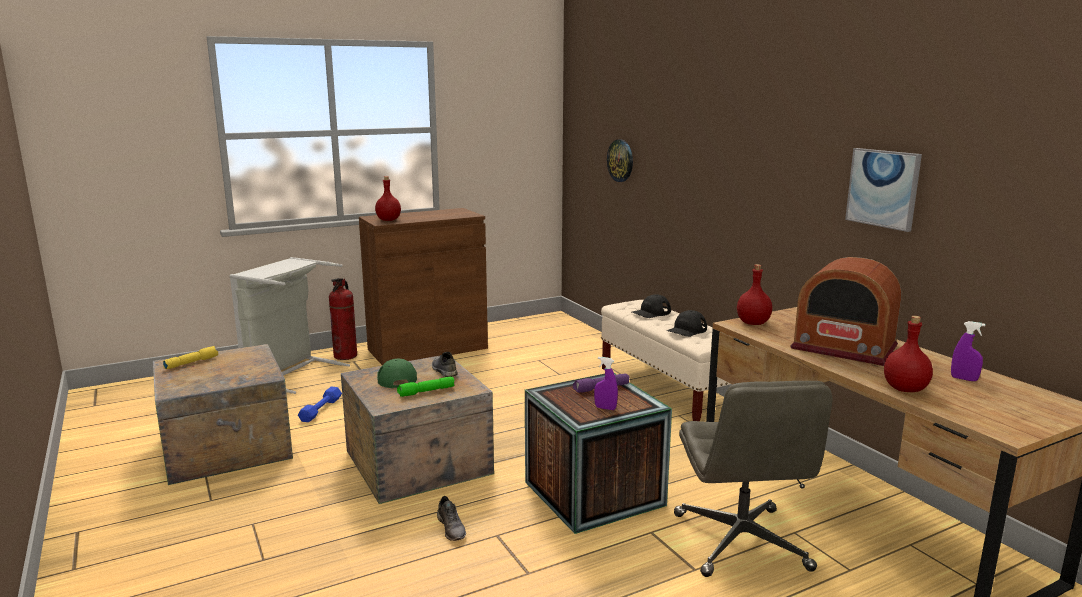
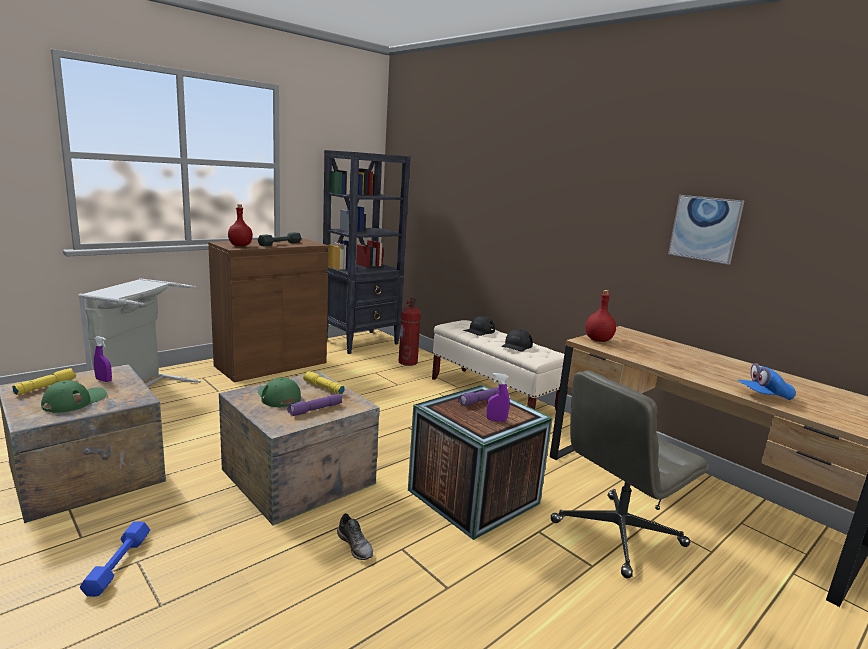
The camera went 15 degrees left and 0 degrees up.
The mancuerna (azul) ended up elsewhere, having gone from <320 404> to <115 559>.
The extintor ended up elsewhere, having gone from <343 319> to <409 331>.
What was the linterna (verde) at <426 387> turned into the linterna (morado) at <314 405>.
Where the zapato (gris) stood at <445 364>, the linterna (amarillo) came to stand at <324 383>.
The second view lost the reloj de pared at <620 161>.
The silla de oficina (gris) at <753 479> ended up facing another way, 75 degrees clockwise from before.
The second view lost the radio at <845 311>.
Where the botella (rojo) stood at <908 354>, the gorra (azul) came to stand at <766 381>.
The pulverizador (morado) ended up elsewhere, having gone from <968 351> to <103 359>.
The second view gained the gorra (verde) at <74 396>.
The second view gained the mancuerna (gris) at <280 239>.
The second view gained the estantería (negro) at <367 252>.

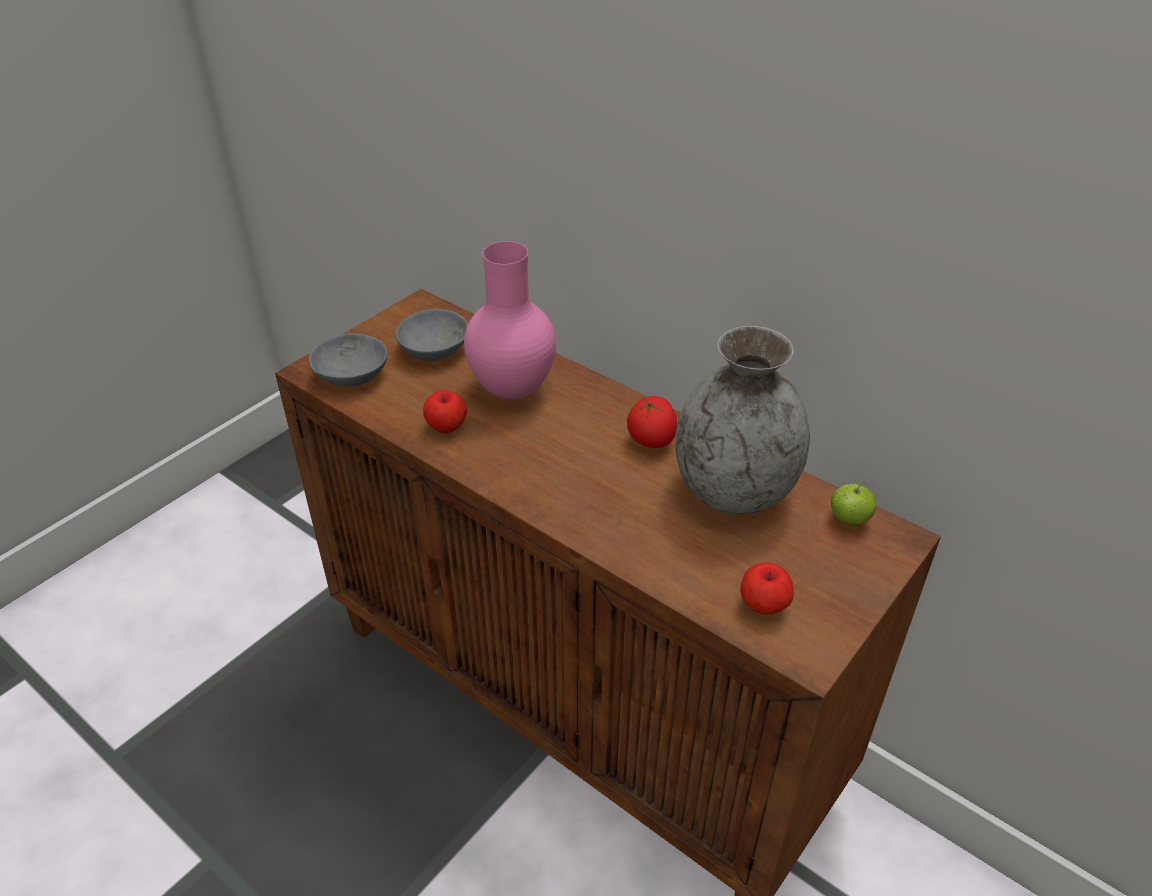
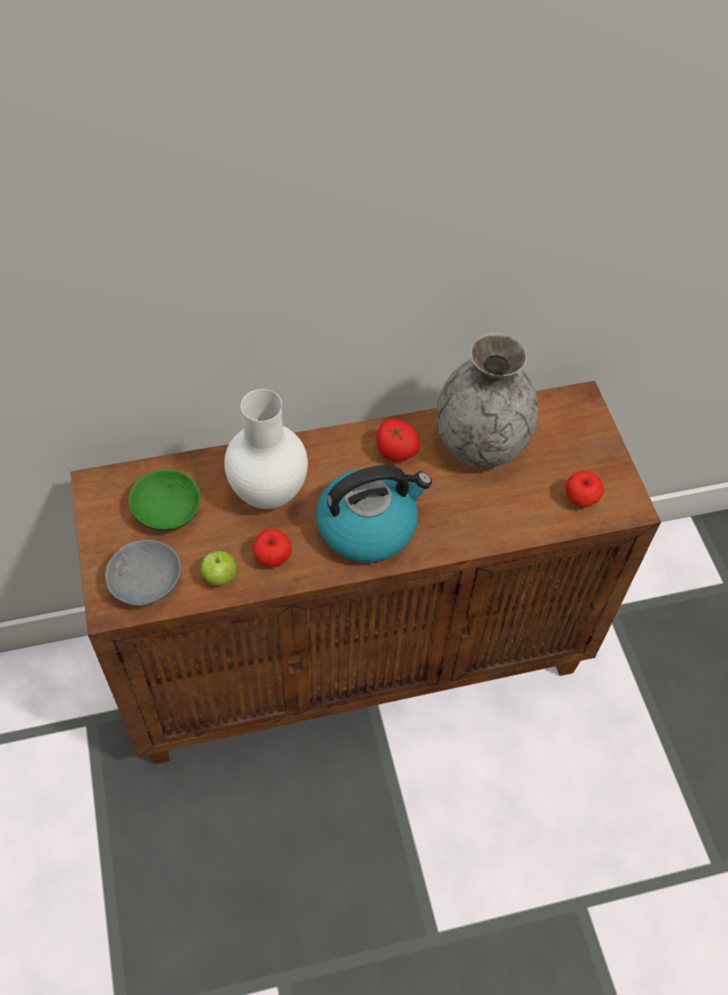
The camera went 55 degrees left and 15 degrees up.
What was the cuenco (gris) at <432 335> turned into the cuenco (verde) at <164 500>.
What was the florero (rosa) at <510 320> turned into the florero (blanco) at <266 449>.
The manzana ended up elsewhere, having gone from <853 503> to <218 568>.
The second view gained the hervidor at <374 514>.

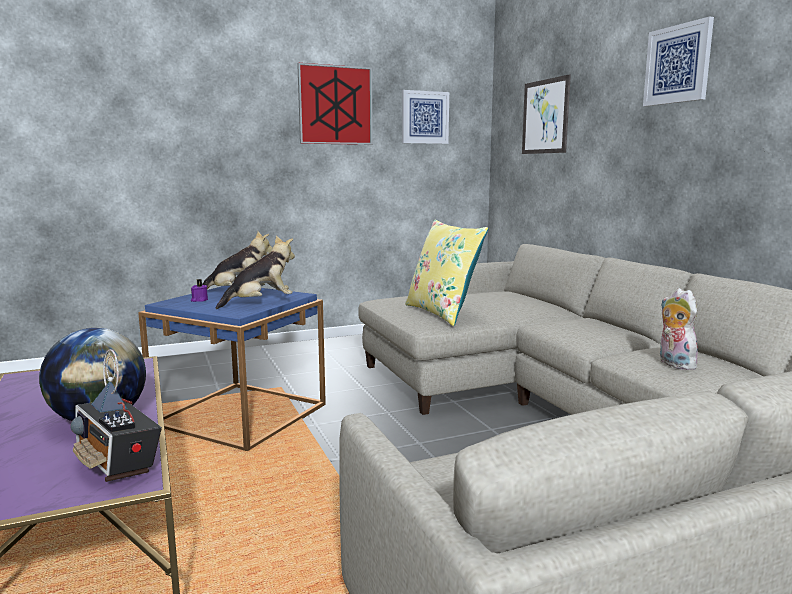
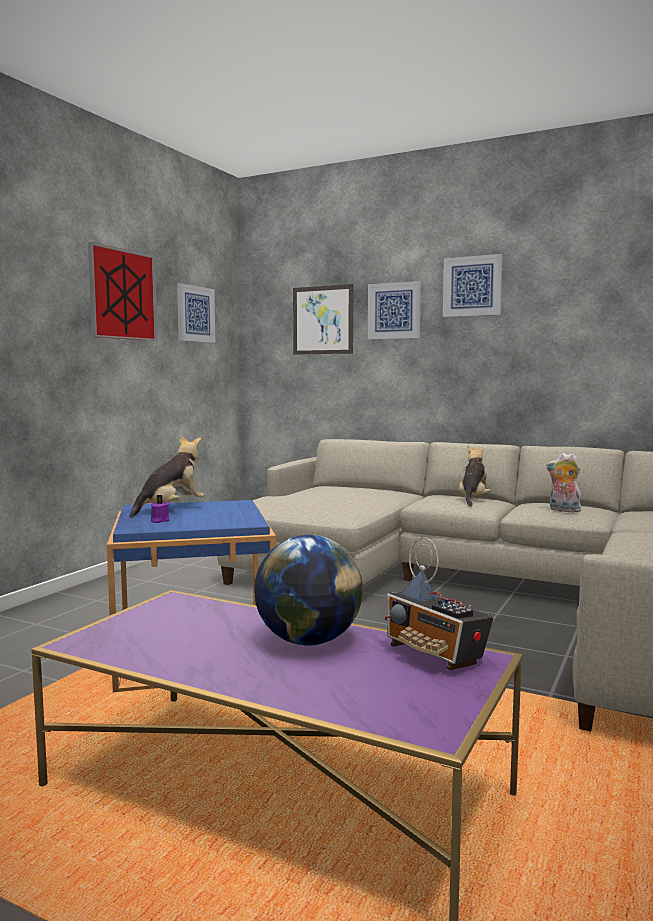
The camera went 40 degrees left and 5 degrees down.
The radio at <116 415> ended up facing another way, 45 degrees clockwise from before.
The peluche ended up elsewhere, having gone from <255 272> to <475 476>.
The second view lost the cojín (amarillo) at <446 272>.
The second view gained the cuadro at <394 310>.

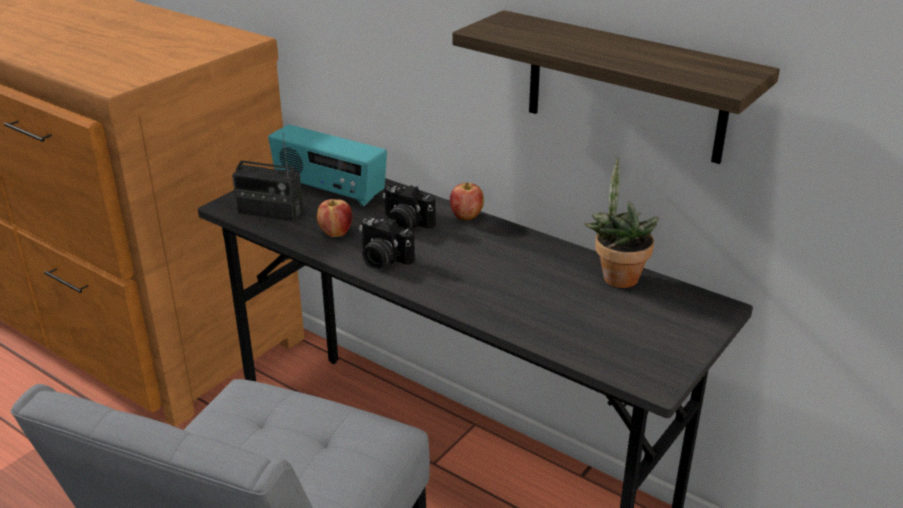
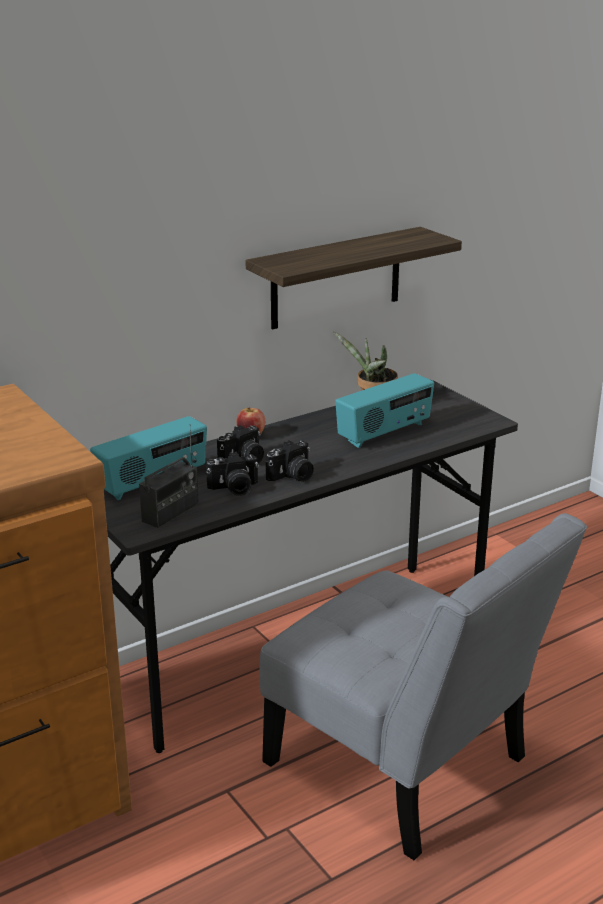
The camera went 70 degrees left and 5 degrees down.
Where the manzana stood at <334 218>, the cámara came to stand at <232 474>.
The second view gained the radio at <384 410>.

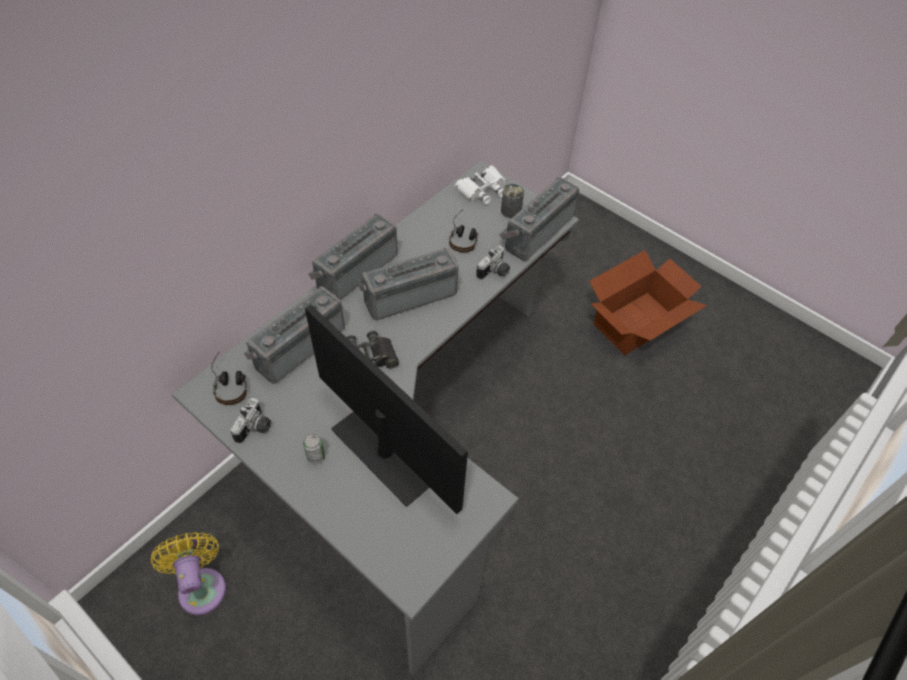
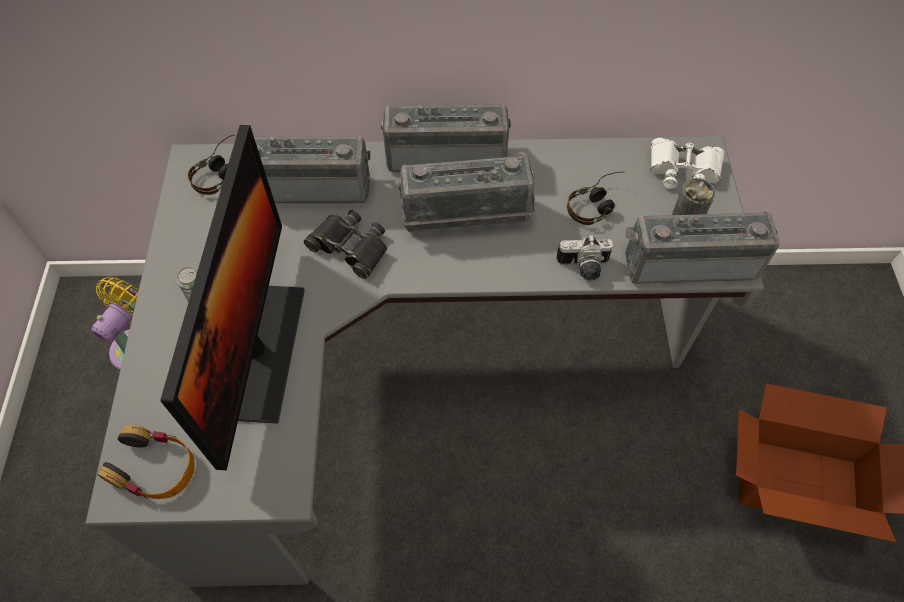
The camera went 50 degrees right and 5 degrees up.
The second view lost the cámara at <250 421>.
The radio at <408 284> ended up facing another way, 150 degrees clockwise from before.
The second view gained the auriculares at <146 462>.

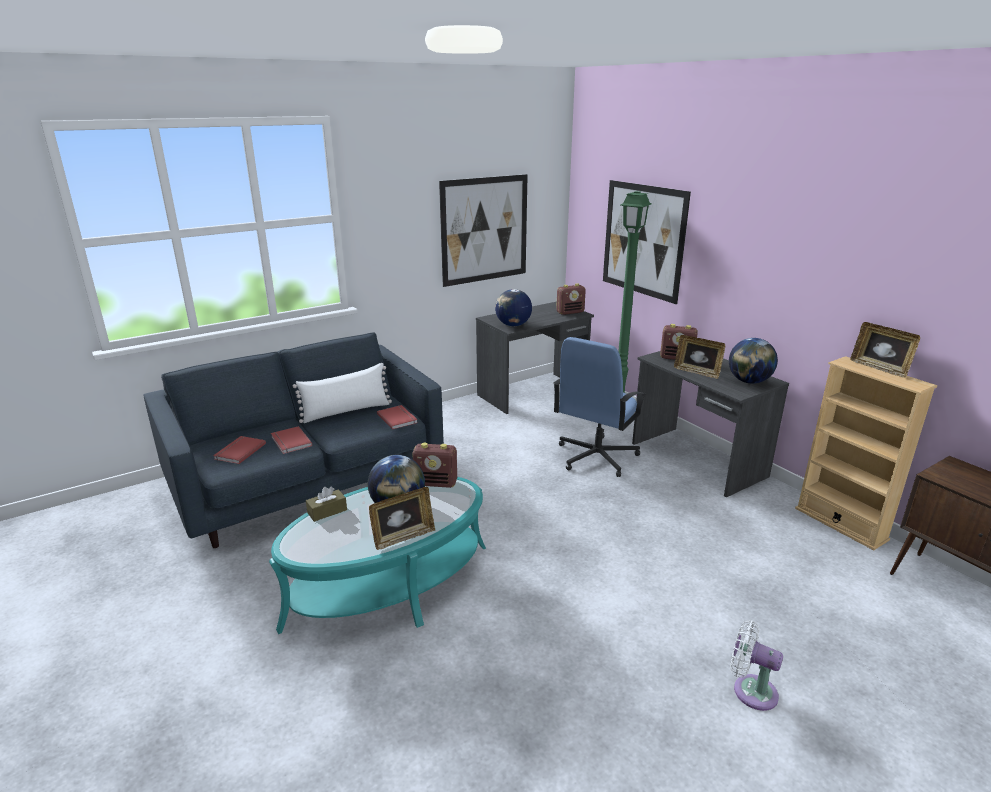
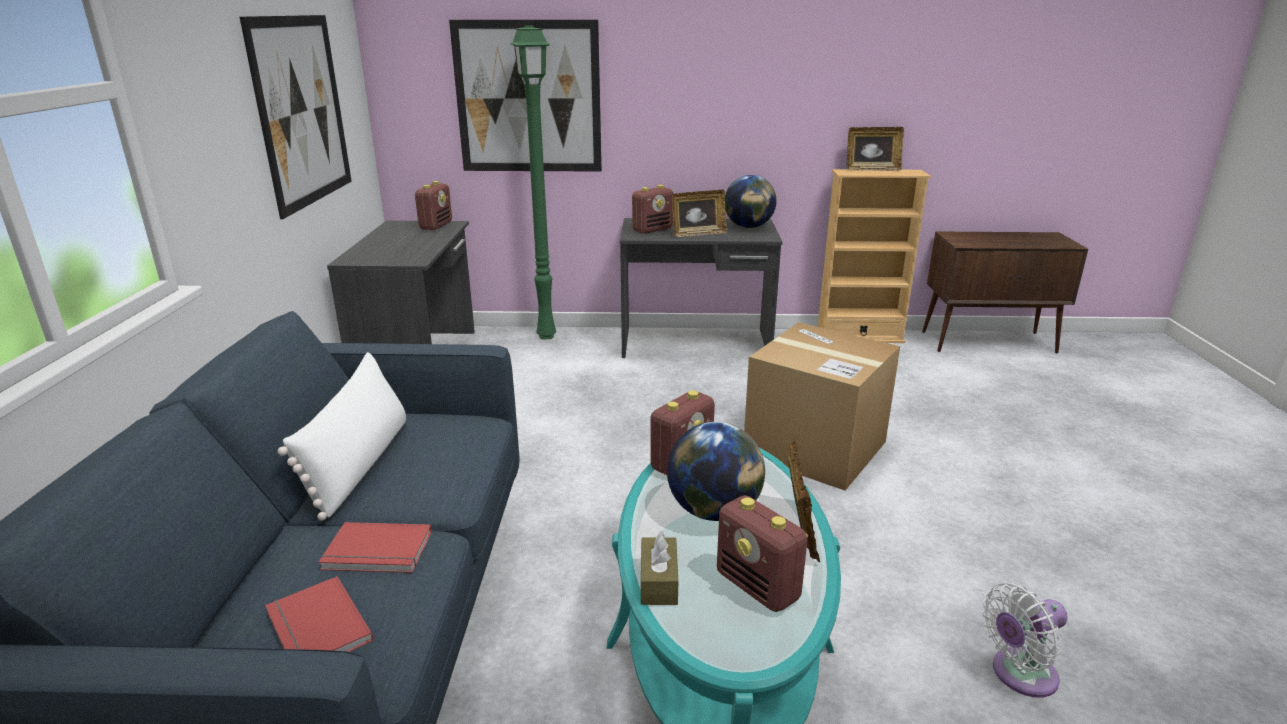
The camera went 55 degrees left and 0 degrees up.
The second view lost the libro (rojo) at <397 417>.
The second view lost the globo terráqueo at <513 307>.
The second view lost the silla de oficina (azul) at <599 407>.
The ventilador (blanco) ended up elsewhere, having gone from <756 665> to <1025 640>.
The second view gained the radio at <762 553>.
The second view gained the caja de cartón at <822 406>.

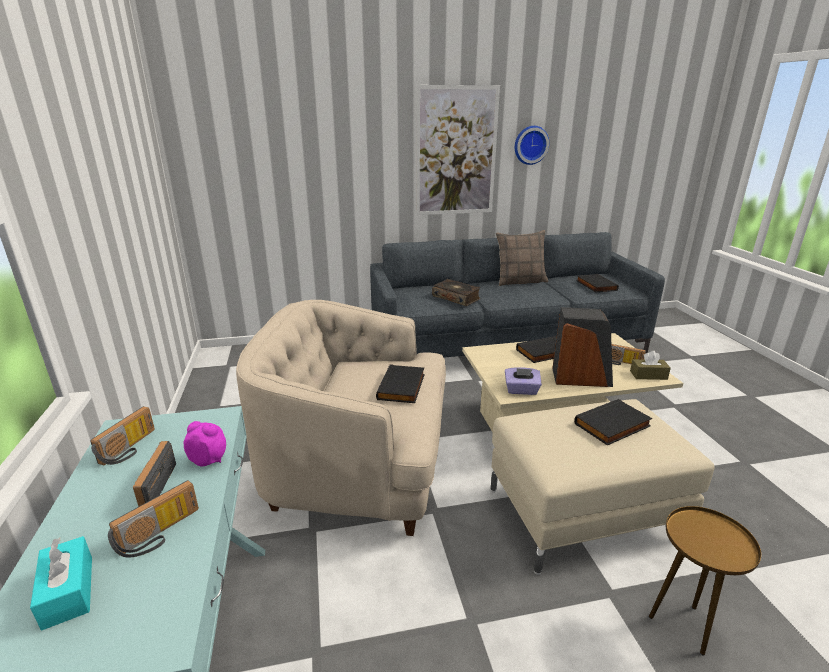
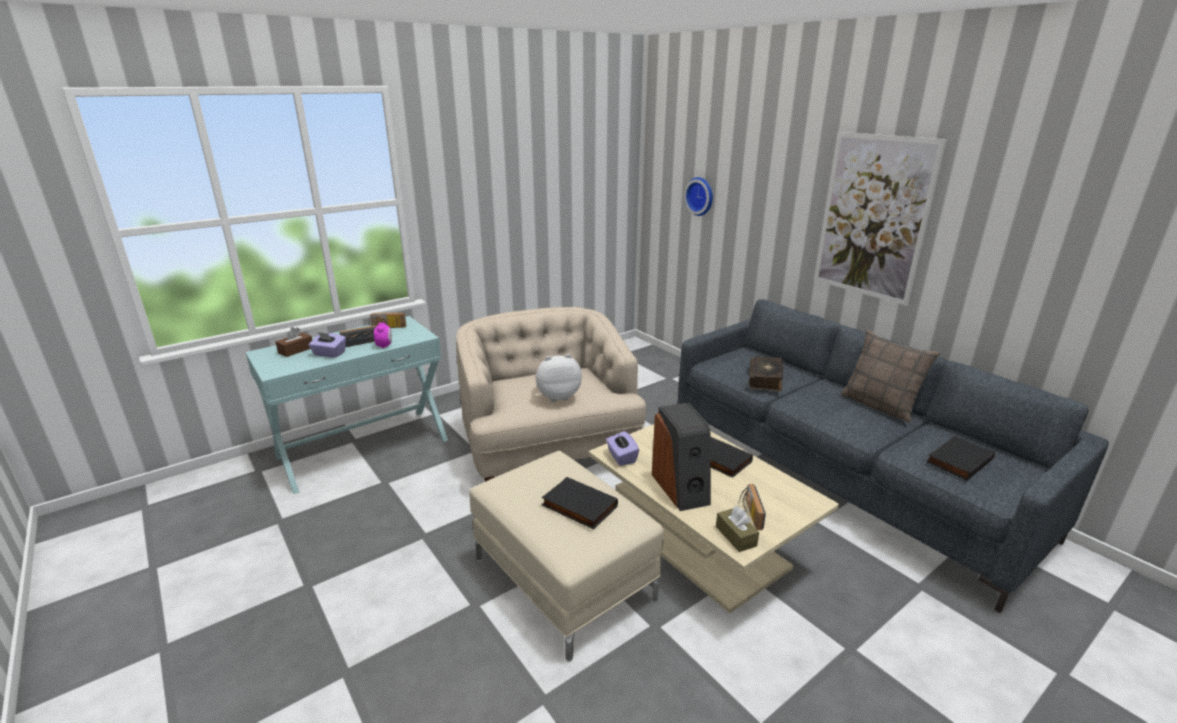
The camera went 65 degrees right and 0 degrees up.
What was the caja de pañuelos (turquesa) at <61 583> turned into the caja de pañuelos (marrón) at <294 342>.
Where the radio stood at <153 518>, the caja de pañuelos (morado) came to stand at <327 345>.
Where the libro (negro) stood at <400 383>, the peluche came to stand at <559 378>.
The reloj de pared ended up elsewhere, having gone from <532 145> to <698 196>.
The second view lost the mesa auxiliar (marrón) at <705 581>.

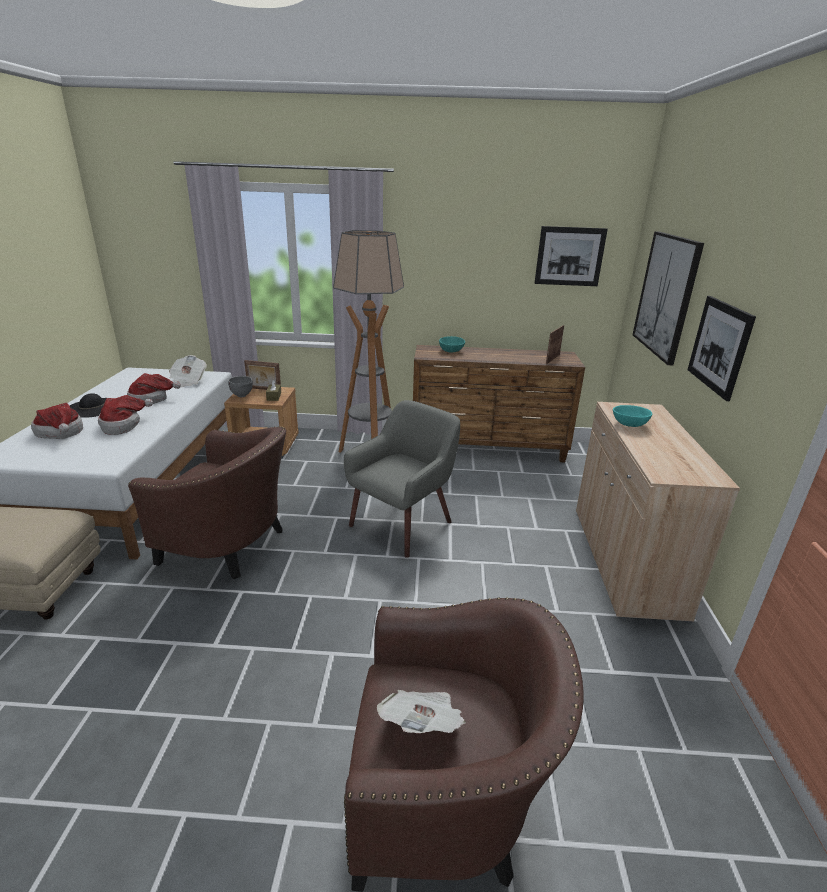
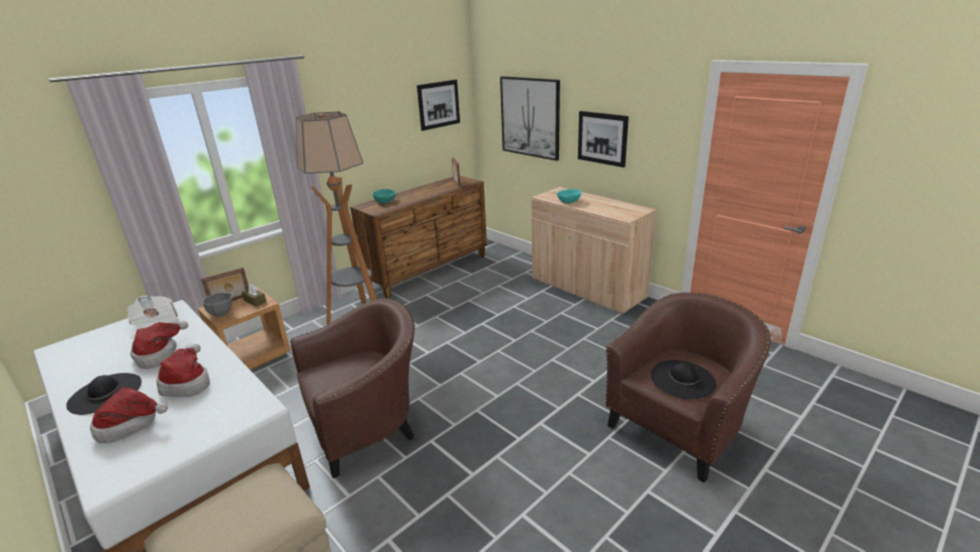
The camera went 45 degrees left and 0 degrees up.
The second view lost the sillón (gris) at <402 479>.
Where the periódico stood at <421 711>, the sombrero (negro) came to stand at <683 379>.

